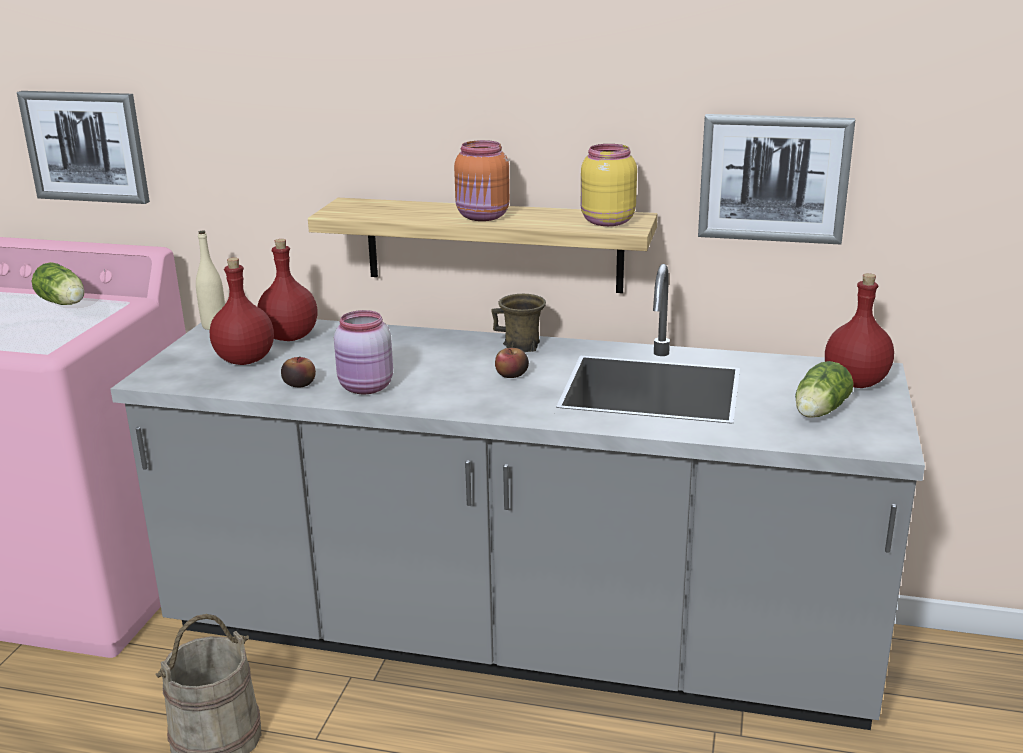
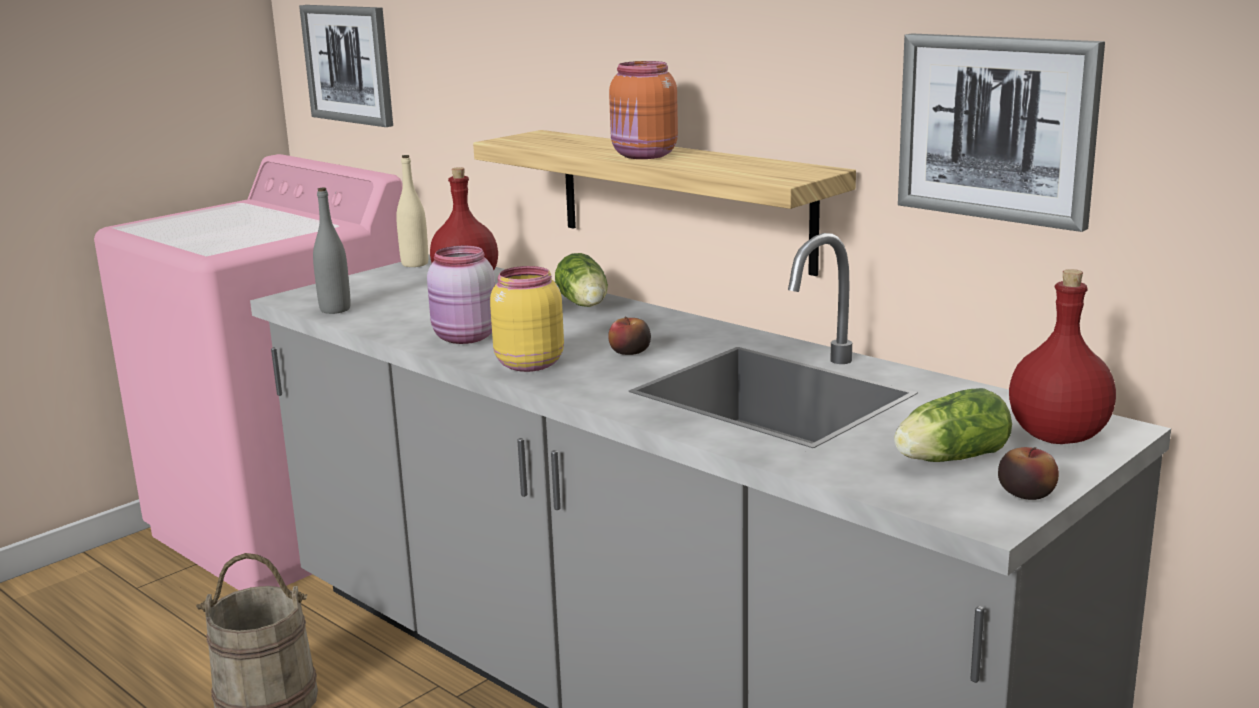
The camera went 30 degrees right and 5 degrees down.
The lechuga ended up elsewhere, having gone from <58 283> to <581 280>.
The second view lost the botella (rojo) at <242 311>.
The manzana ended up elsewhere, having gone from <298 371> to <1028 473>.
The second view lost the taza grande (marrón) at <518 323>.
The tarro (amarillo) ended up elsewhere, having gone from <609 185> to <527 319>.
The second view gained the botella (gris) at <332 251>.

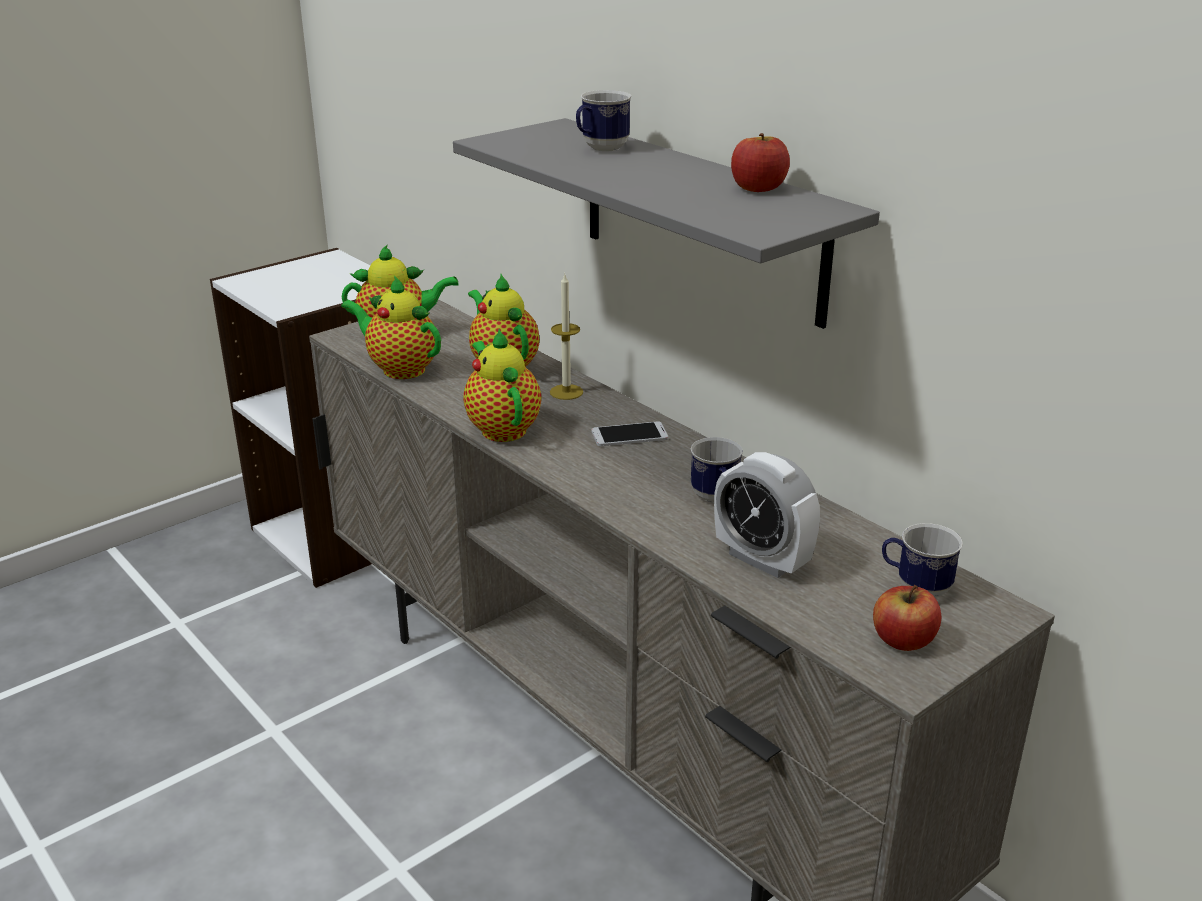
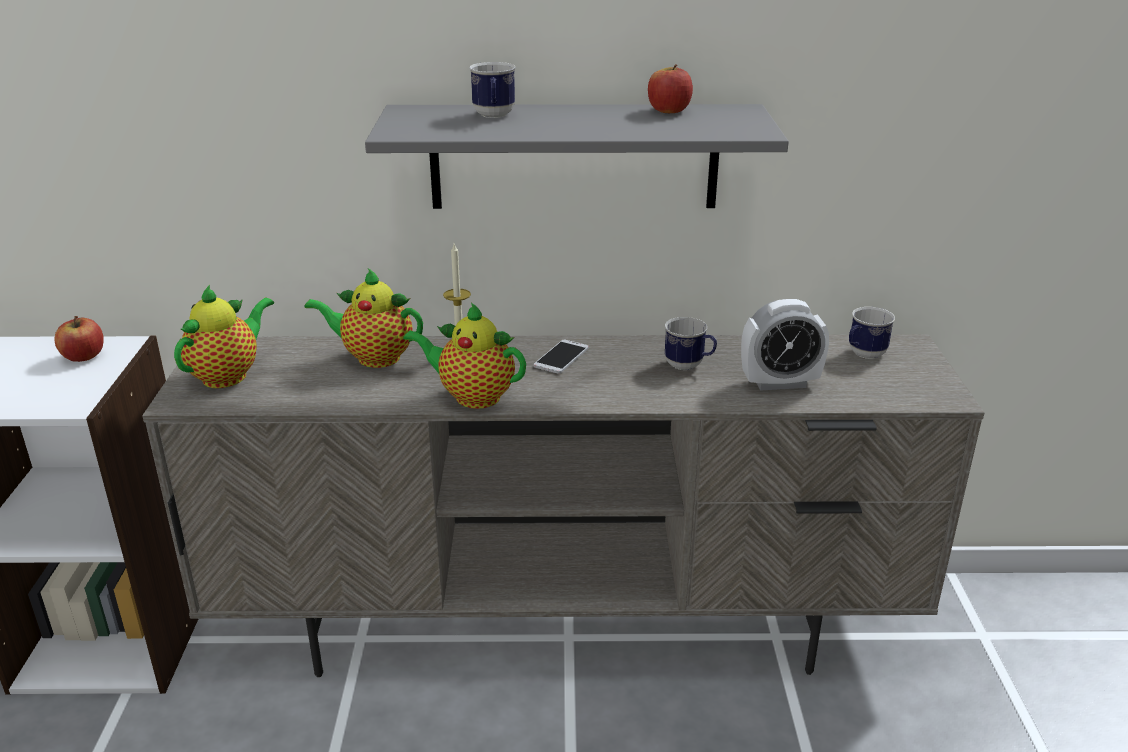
The camera went 50 degrees left and 0 degrees up.
The second view lost the tetera at <391 327>.
The manzana ended up elsewhere, having gone from <907 618> to <79 339>.

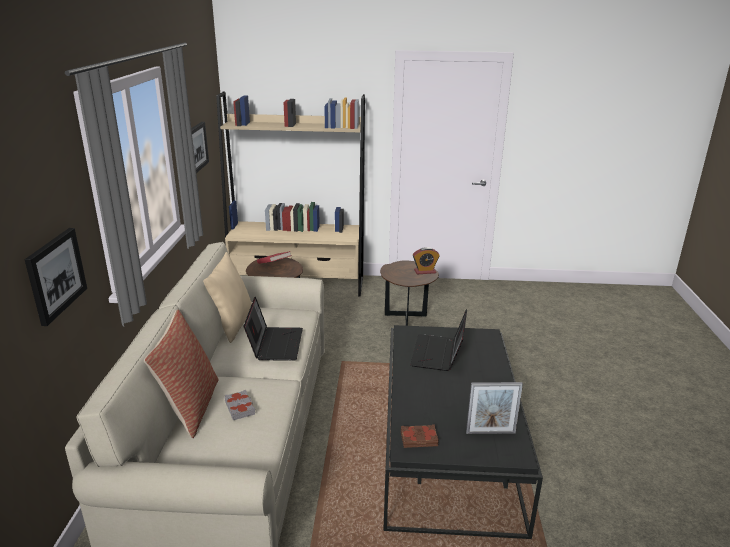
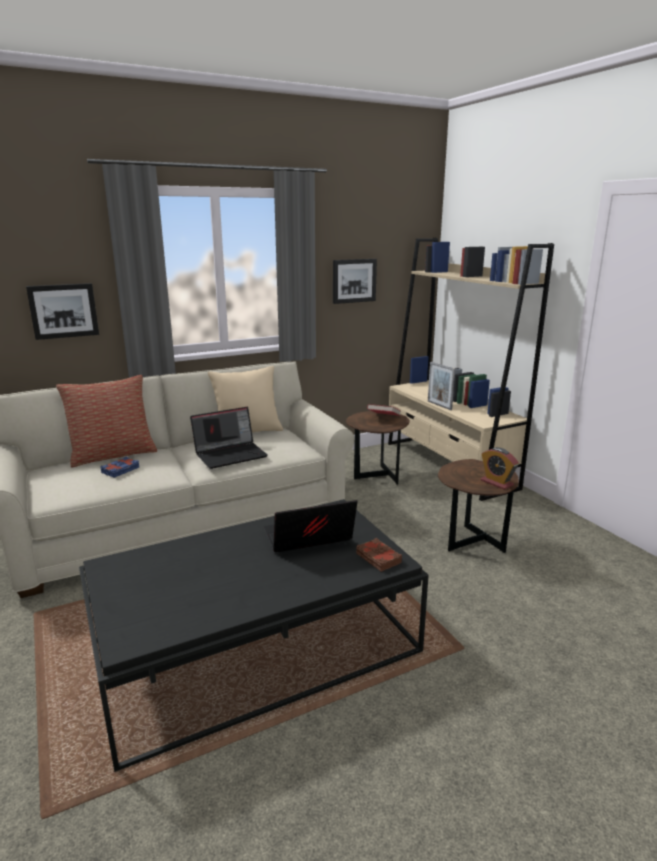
The camera went 60 degrees right and 5 degrees down.
What was the libro (gris) at <239 405> turned into the libro (azul) at <119 467>.
The libro (marrón) ended up elsewhere, having gone from <420 436> to <379 555>.
The portarretratos ended up elsewhere, having gone from <494 408> to <441 386>.

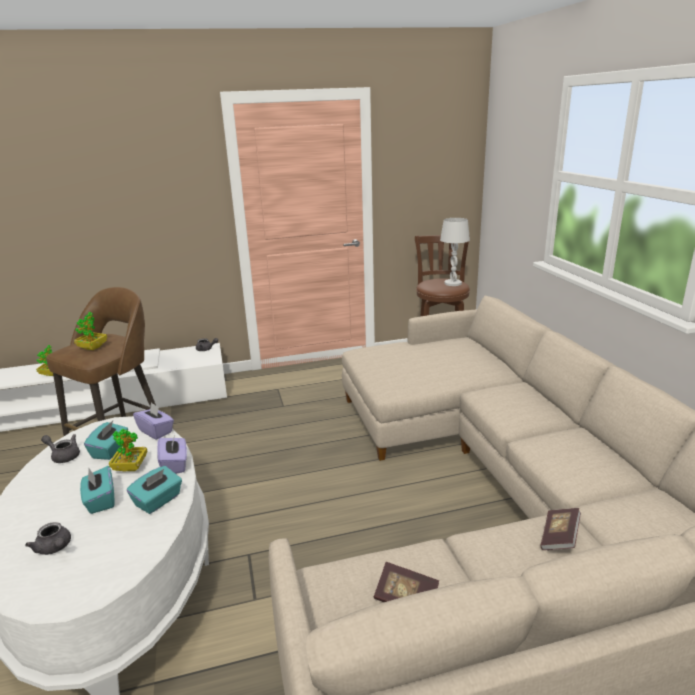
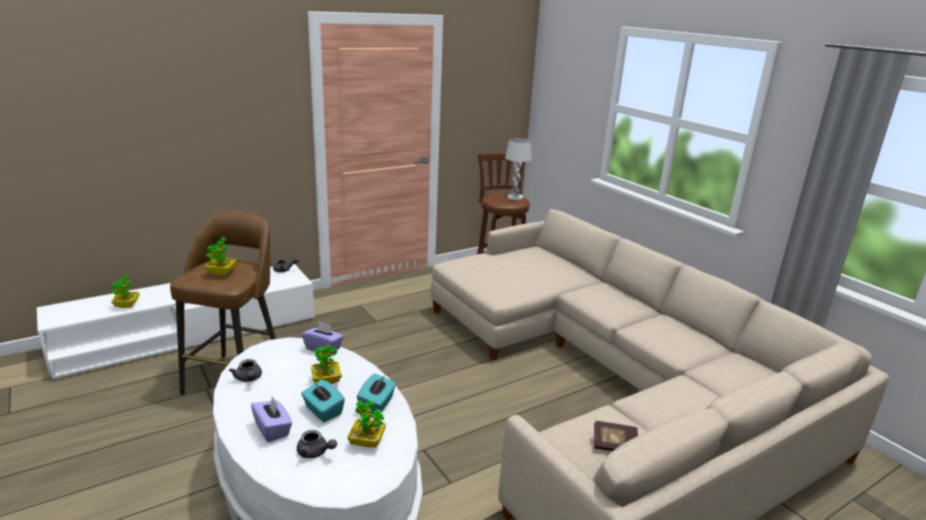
The camera went 20 degrees left and 0 degrees up.
The tetera (gris) at <60 448> ended up facing another way, 120 degrees counterclockwise from before.
The second view lost the caja de pañuelos (turquesa) at <106 440>.
The caja de pañuelos (morado) ended up elsewhere, having gone from <172 454> to <271 418>.
The second view lost the libro at <560 529>.
The second view gained the planta en maceta at <367 424>.

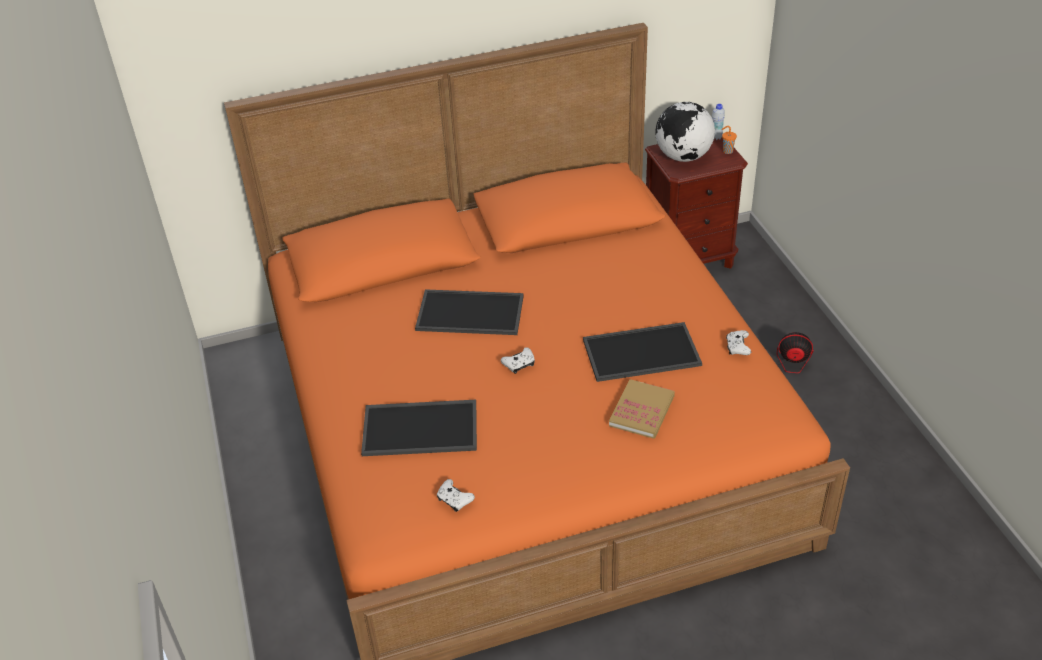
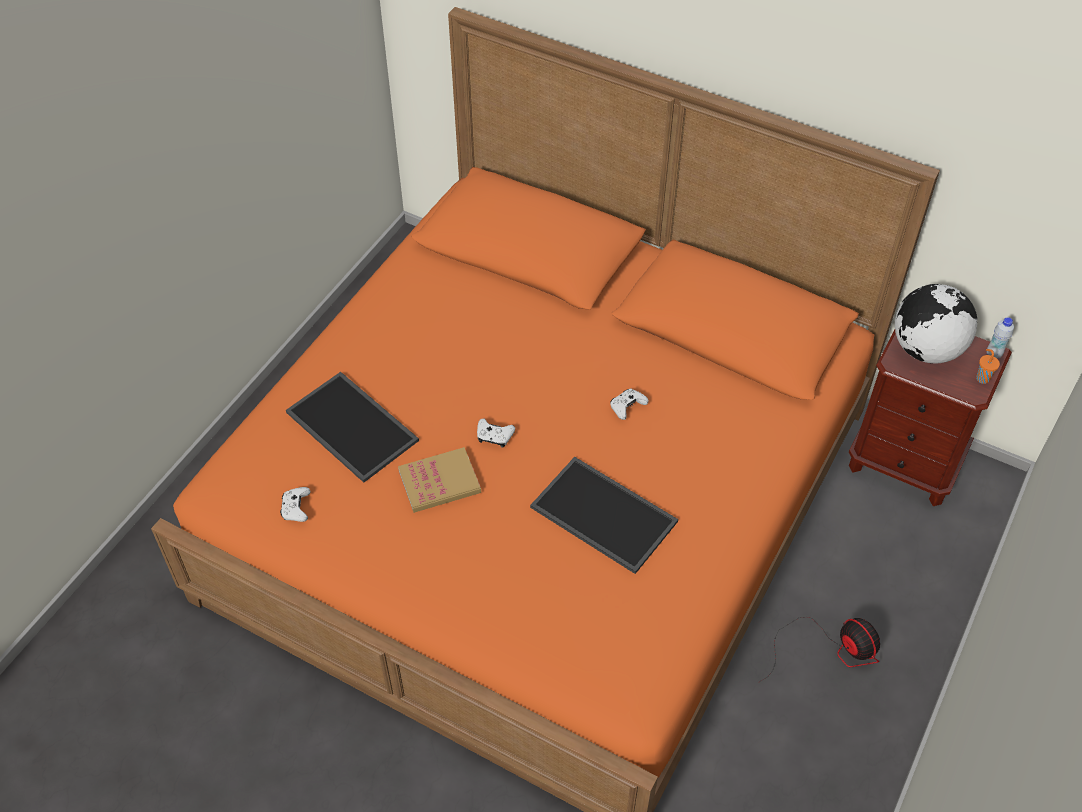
The camera went 45 degrees right and 10 degrees up.
The second view lost the bandeja at <469 312>.
The libro ended up elsewhere, having gone from <642 409> to <439 480>.
The mando de consola (blanco) ended up elsewhere, having gone from <738 342> to <629 404>.

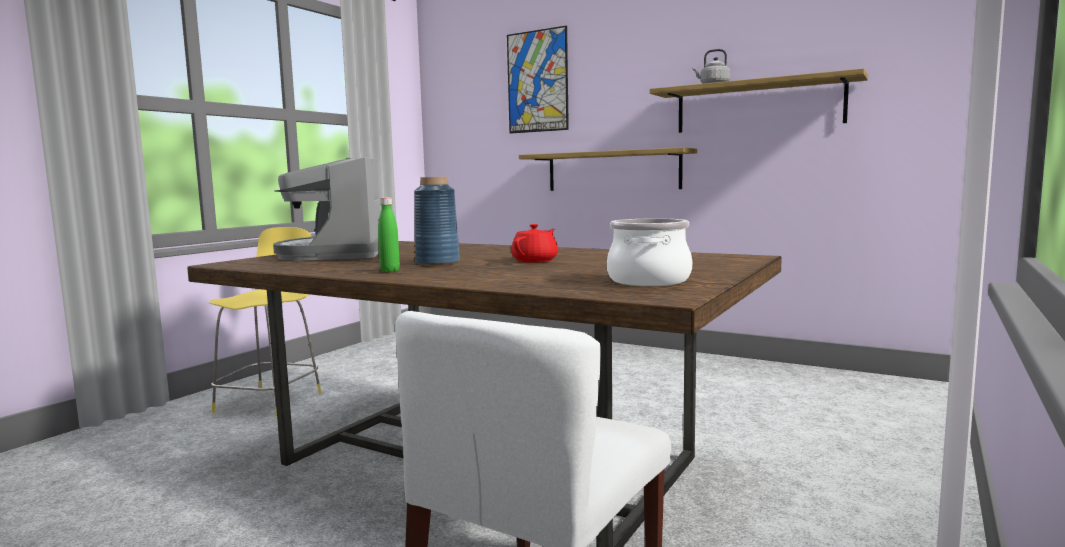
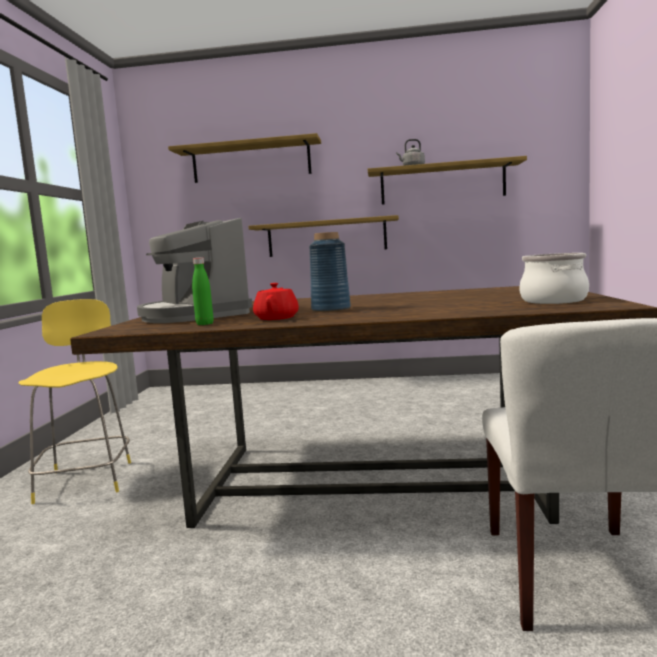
The camera went 25 degrees left and 0 degrees up.
The botella (verde) ended up elsewhere, having gone from <389 234> to <202 291>.
Where the cuadro hung at <538 80>, the estante came to hang at <244 158>.
The tetera (rojo) ended up elsewhere, having gone from <534 243> to <276 301>.

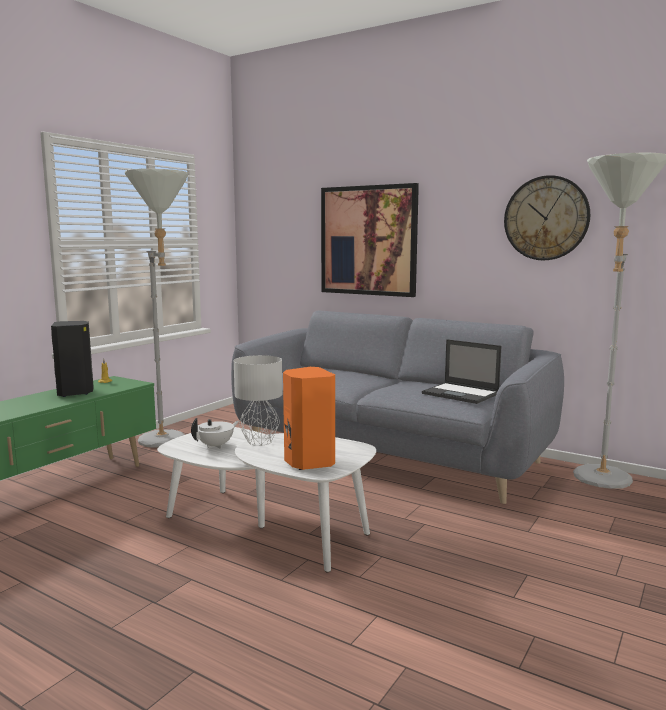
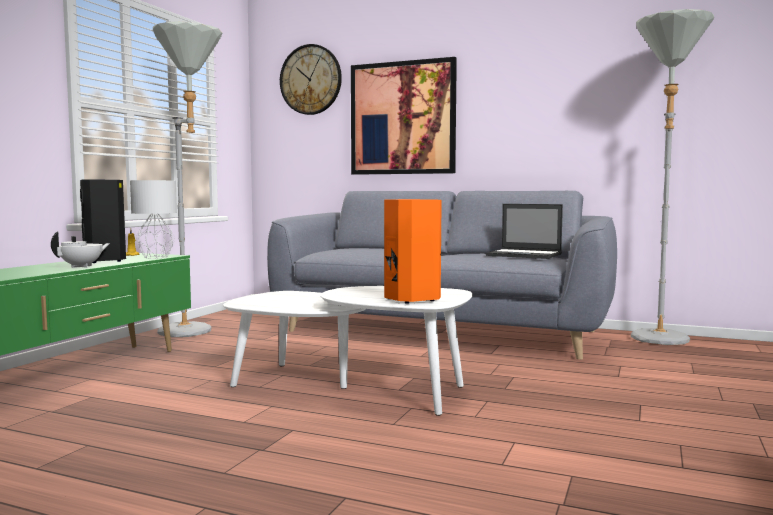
The camera went 10 degrees left and 5 degrees down.
The tetera (blanco) ended up elsewhere, having gone from <215 433> to <80 250>.
The lámpara de mesa (gris) ended up elsewhere, having gone from <258 400> to <153 219>.
The reloj de pared ended up elsewhere, having gone from <547 218> to <311 79>.

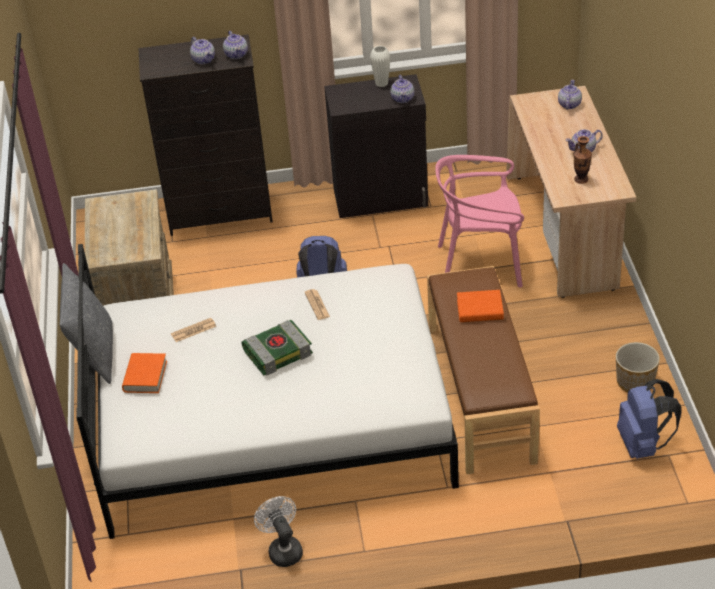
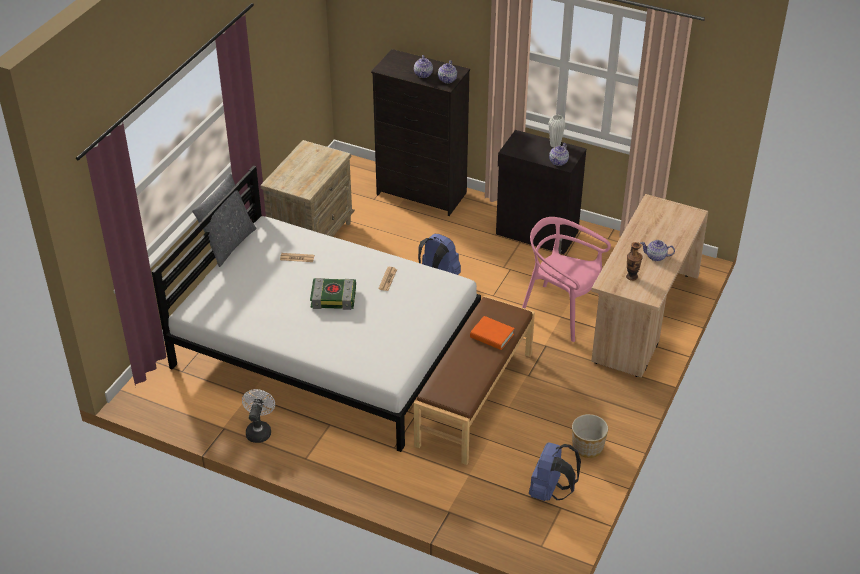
The camera went 30 degrees right and 0 degrees up.
The second view lost the libro (naranja) at <144 373>.
The second view lost the tetera at <570 95>.

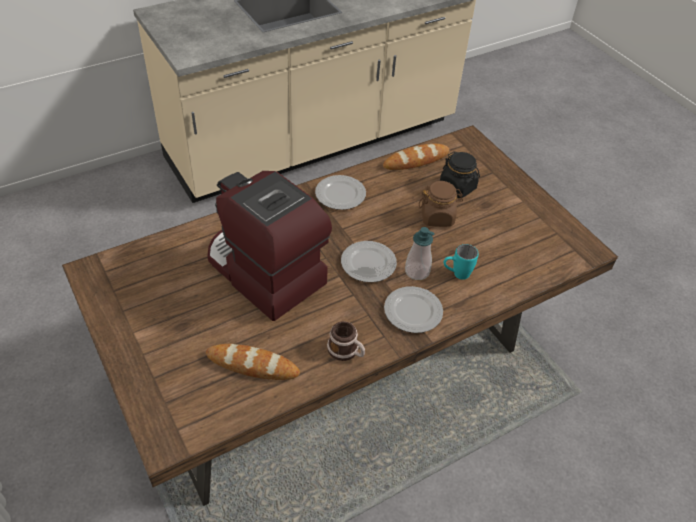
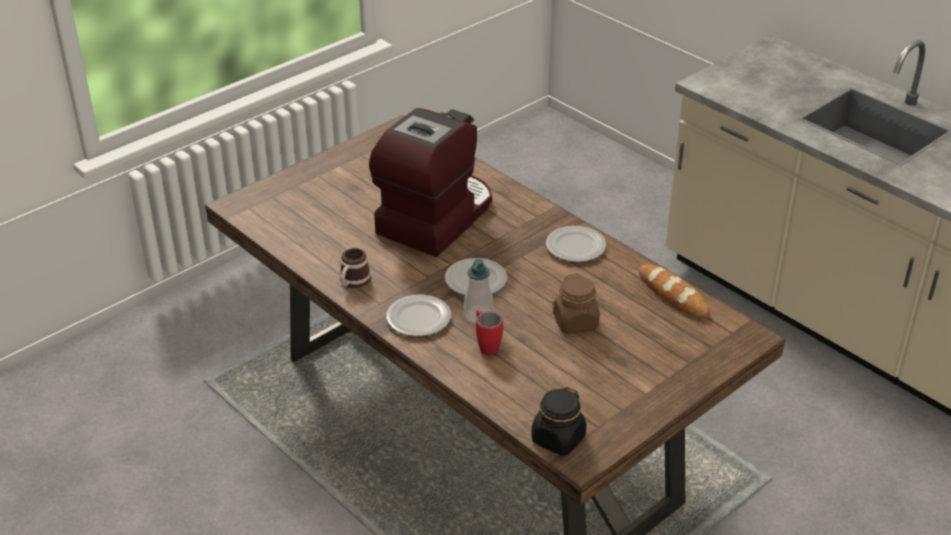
The camera went 80 degrees right and 10 degrees down.
The second view lost the pan at <253 362>.
The tarro (negro) ended up elsewhere, having gone from <460 174> to <558 421>.
What was the taza grande (turquesa) at <461 262> turned into the taza grande (rojo) at <489 332>.

